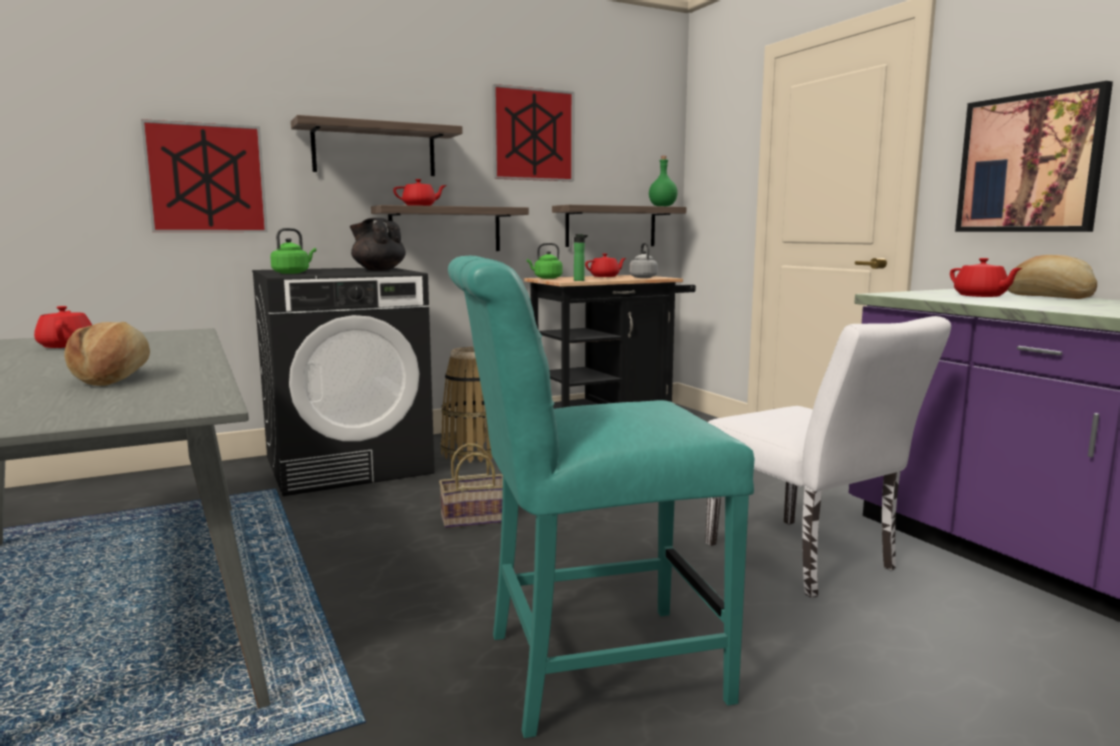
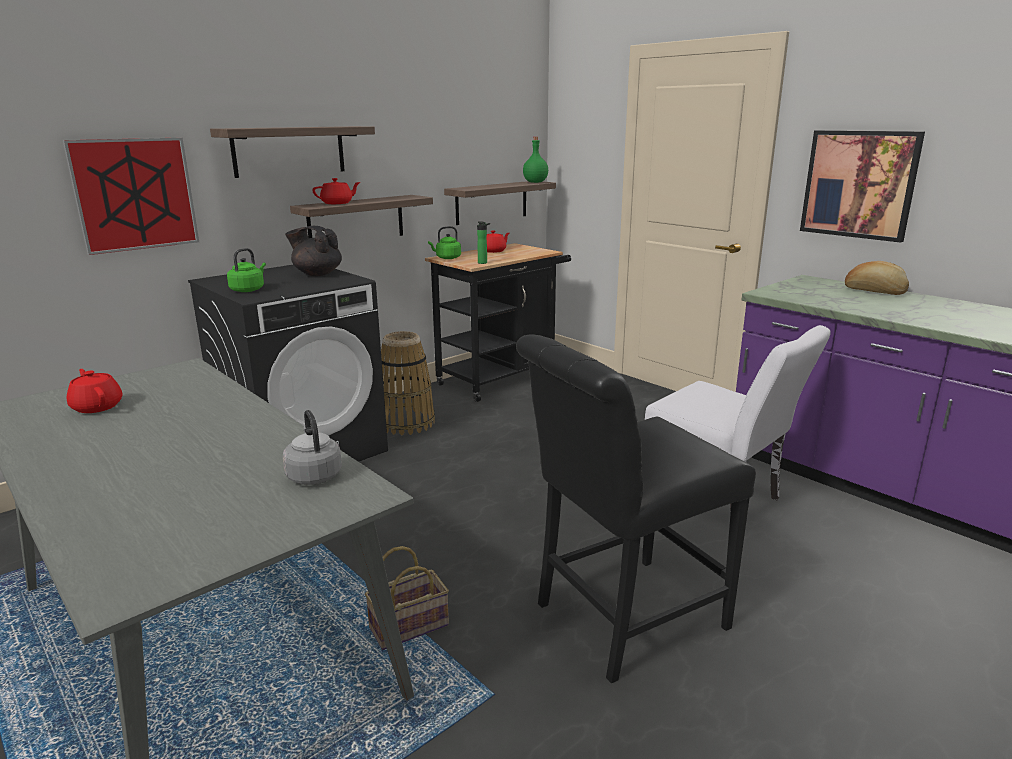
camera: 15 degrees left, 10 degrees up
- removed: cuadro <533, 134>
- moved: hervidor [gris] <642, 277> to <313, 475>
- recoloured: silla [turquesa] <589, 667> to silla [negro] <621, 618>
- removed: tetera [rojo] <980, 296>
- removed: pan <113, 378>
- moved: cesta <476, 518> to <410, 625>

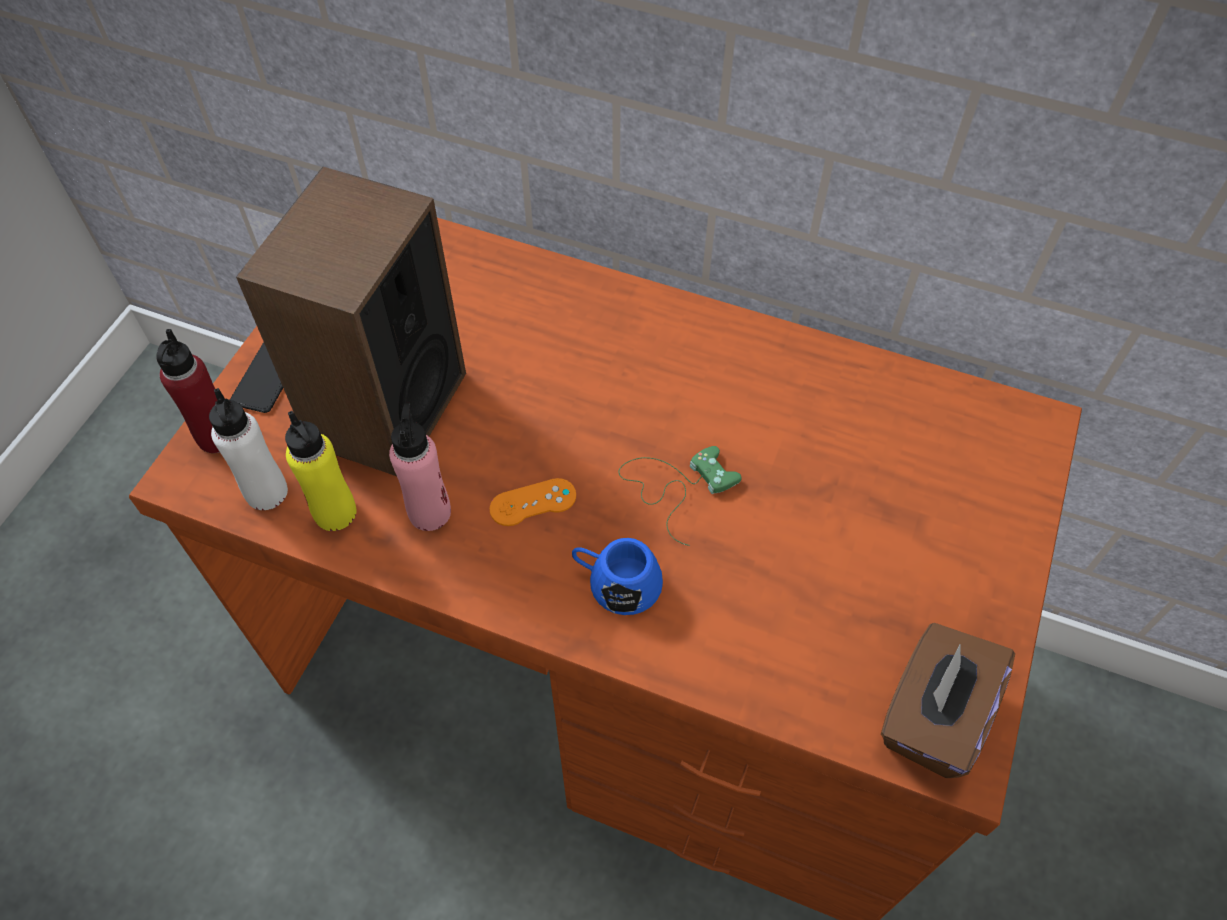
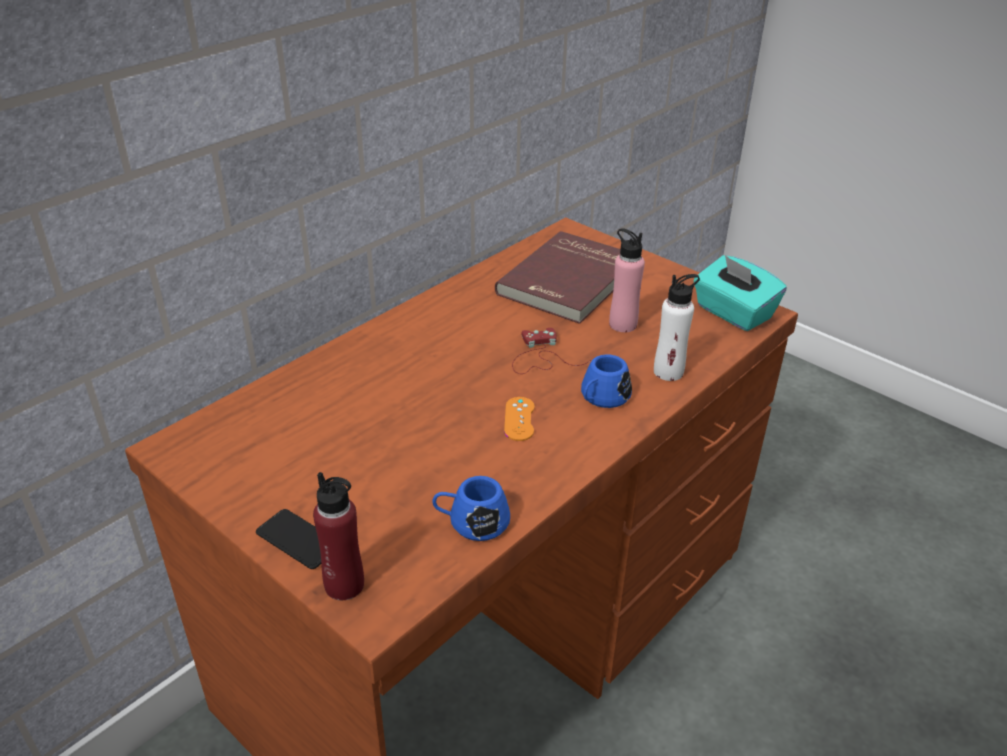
camera: 70 degrees left, 20 degrees down
- removed: altavoz <387, 408>
- moved: botella [blanco] <266, 492> to <668, 372>
- moved: botella [rosa] <430, 512> to <622, 324>
- replaced: botella [amarillo] <335, 513> to taza grande [azul] <471, 522>
- recoloured: mando de consola [verde] <676, 486> to mando de consola [rojo] <540, 356>
- recoloured: caja de pañuelos [marrón] <932, 716> to caja de pañuelos [turquesa] <733, 313>
- added: libro [rojo] <570, 281>

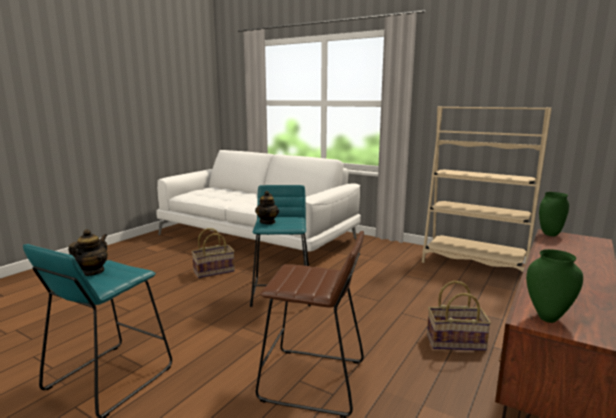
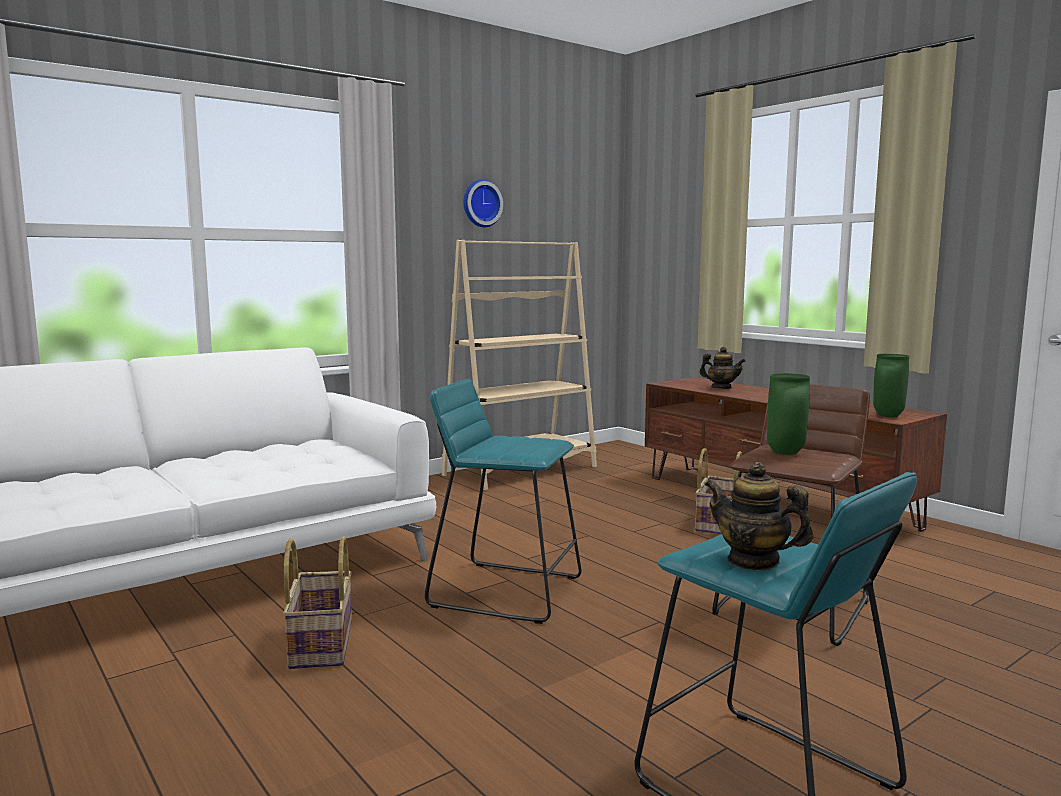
camera: 70 degrees left, 5 degrees down
- moved: tetera <267, 222> to <721, 388>
- moved: florero [verde] <549, 234> to <784, 452>
- added: reloj de pared <480, 203>

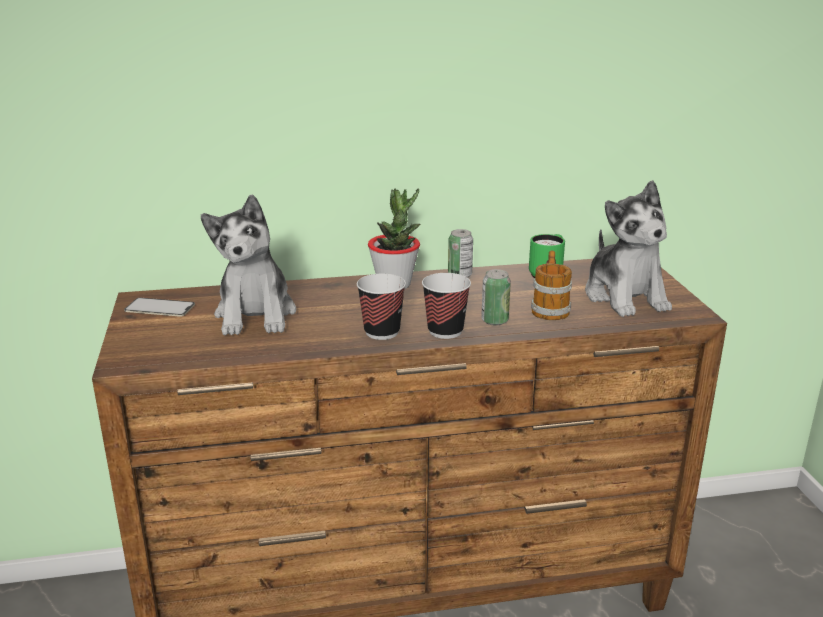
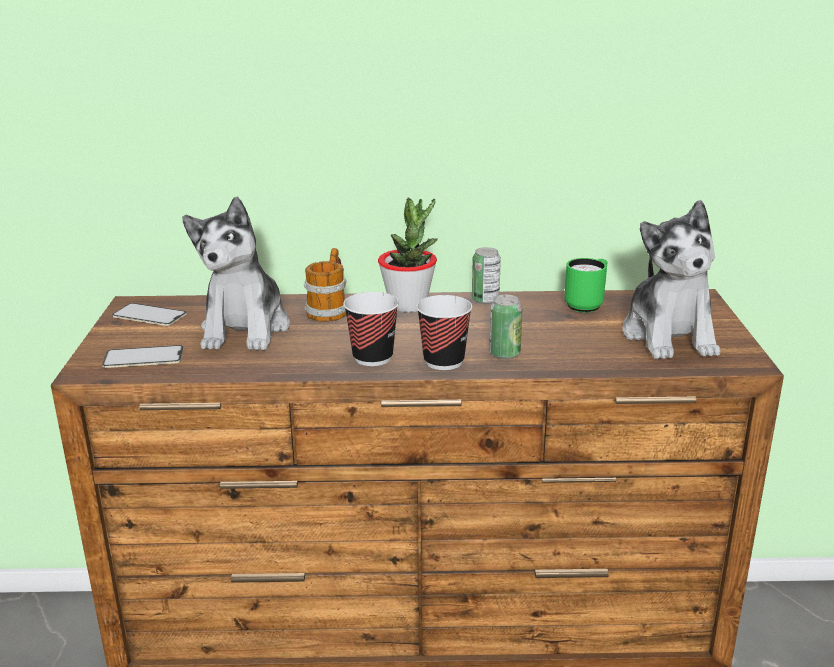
camera: 10 degrees right, 0 degrees up
- moved: taza grande <549, 308> to <330, 310>
- added: móvil <143, 357>

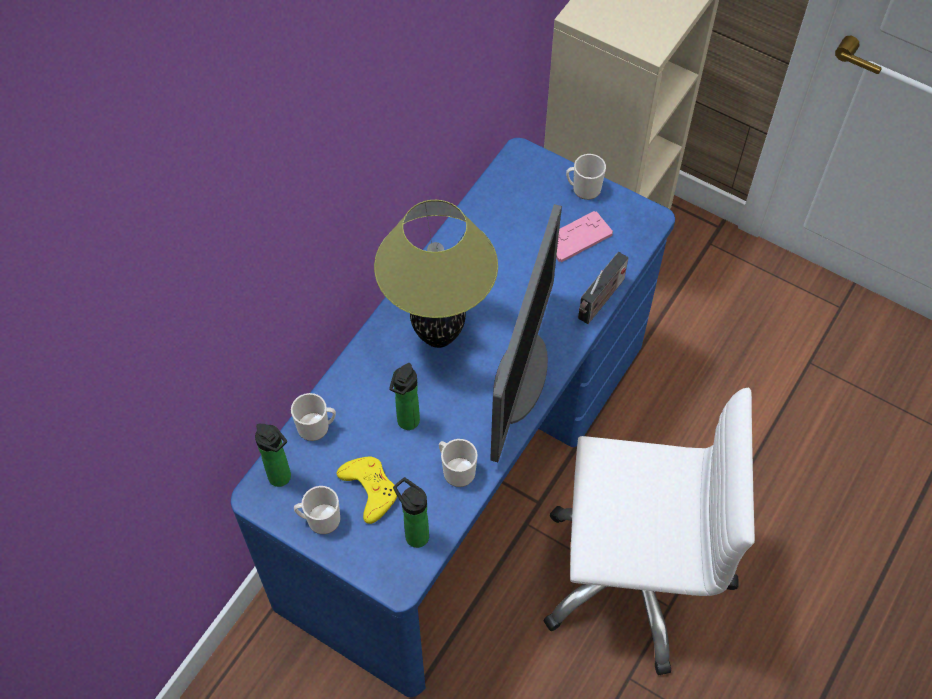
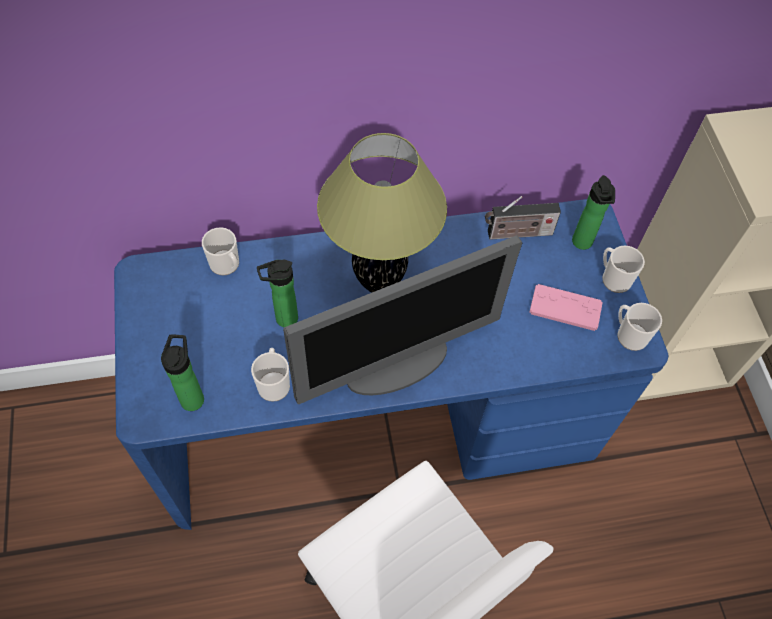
camera: 45 degrees right, 0 degrees up
- moved: radio <600, 301> to <516, 233>
- moved: botella <282, 479> to <582, 244>
- removed: mando de consola [amarillo] <369, 489>
- moved: taza grande <320, 519> to <629, 335>

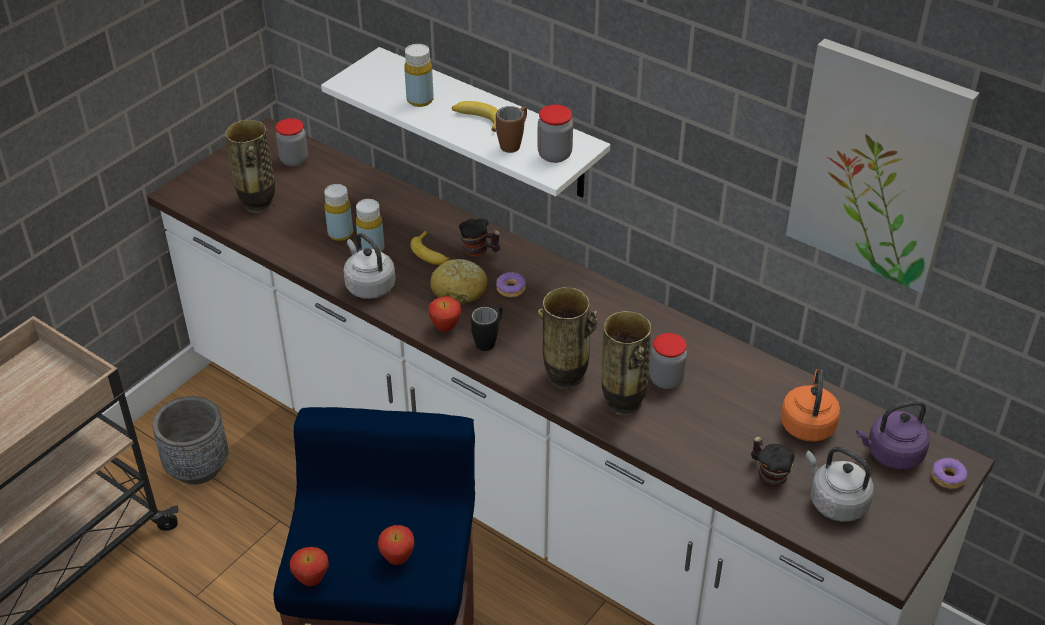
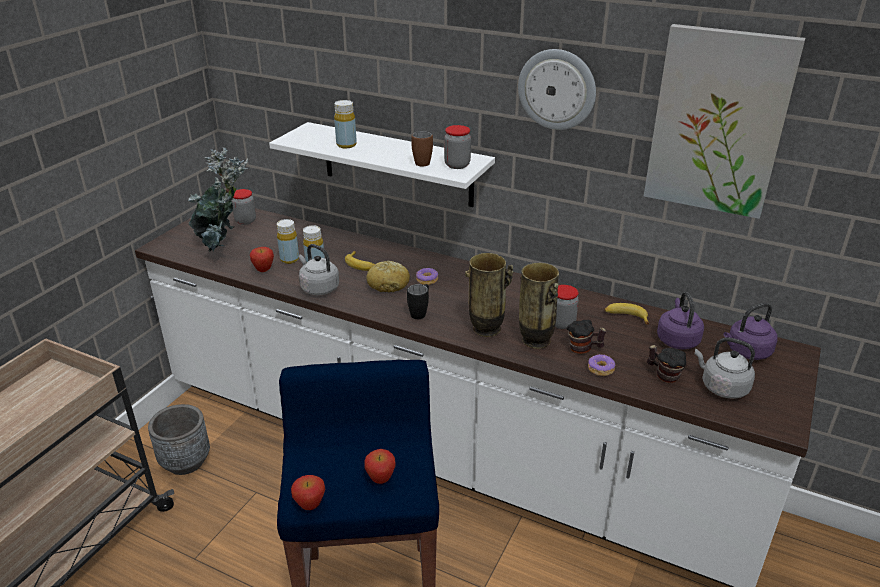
camera: 10 degrees left, 10 degrees down
- moved: plátano <477, 120> to <626, 317>
- replaced: florero <258, 204> to planta en maceta <222, 247>
- moved: taza grande <479, 251> to <584, 349>
- moved: manzana <445, 328> to <263, 270>
- recoloured: hervidor [naranja] <807, 423> to hervidor [morado] <677, 339>
- moved: rosquilla <947, 477> to <600, 369>
- added: reloj de pared <557, 89>

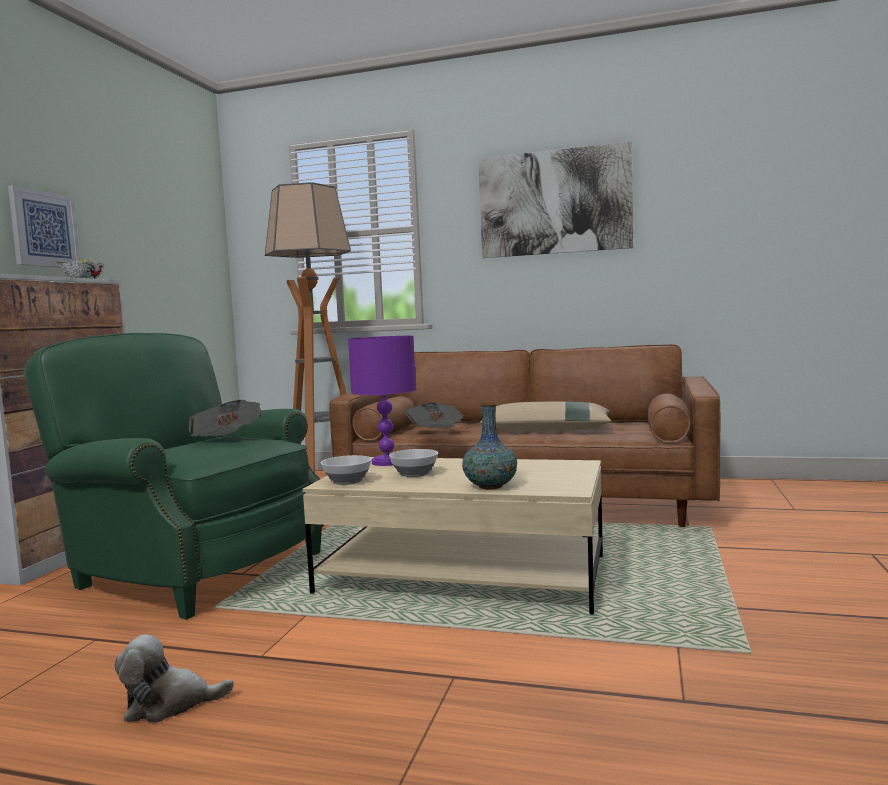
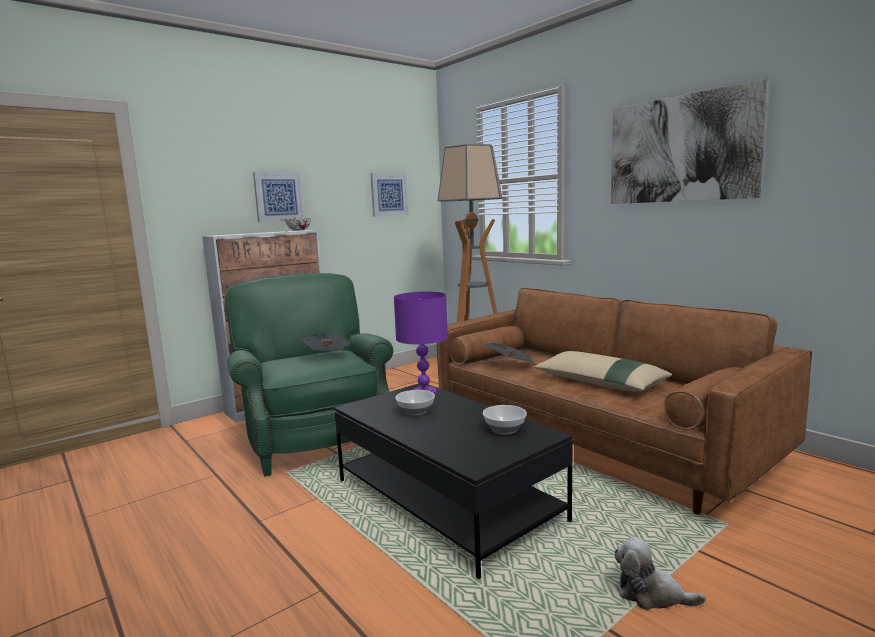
camera: 35 degrees right, 5 degrees up
- removed: florero <490, 486>
- moved: cuenco <346, 481> to <504, 429>
- recoloured: mesa de centro [beis] <463, 575> to mesa de centro [negro] <446, 500>
- moved: peluche <169, 704> to <651, 594>
- added: cuadro <389, 195>

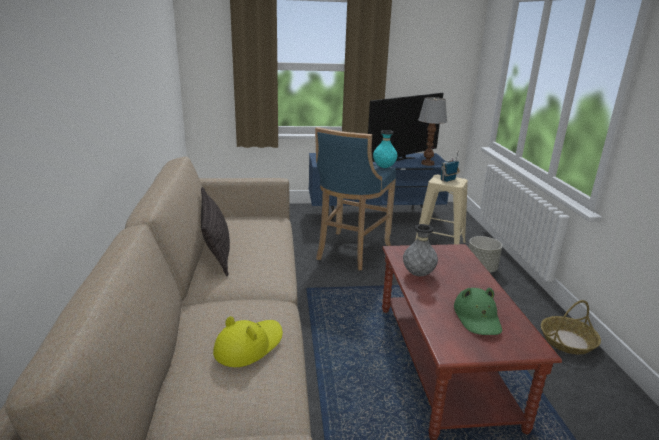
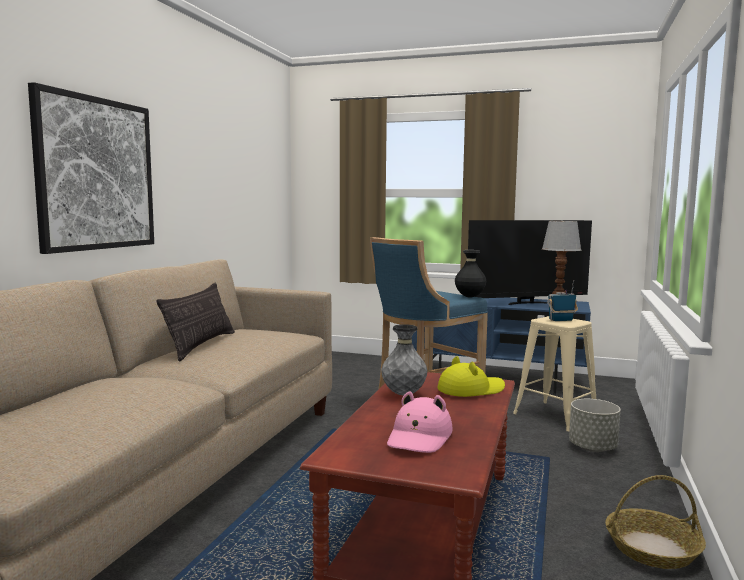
camera: 25 degrees right, 15 degrees down
- recoloured: florero [turquesa] <384, 167> to florero [negro] <469, 297>
- recoloured: sombrero [verde] <477, 318> to sombrero [rosa] <419, 437>
- moved: sombrero [amarillo] <249, 345> to <470, 390>
- added: cuadro <96, 174>

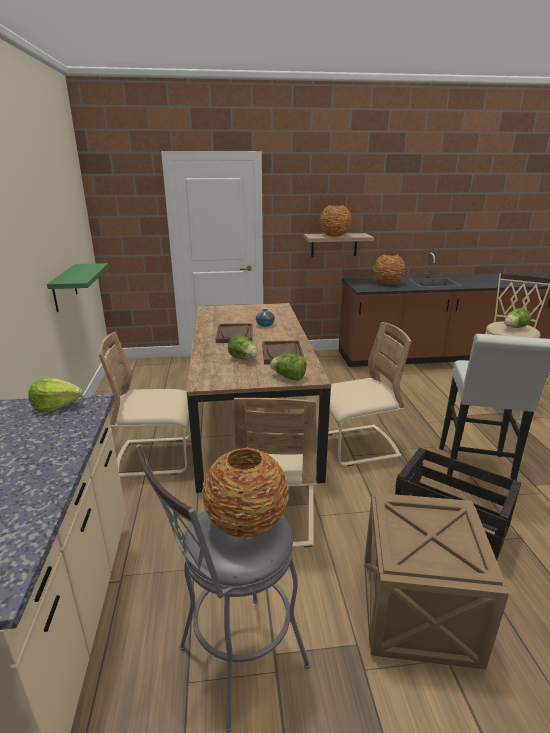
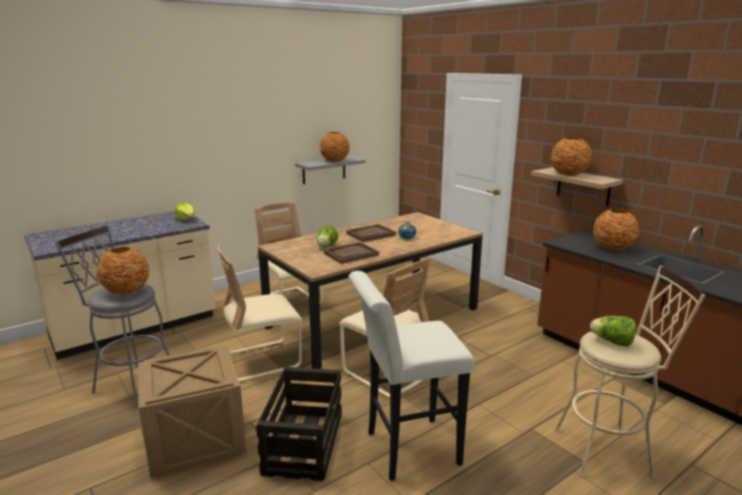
camera: 60 degrees right, 5 degrees down
- recoloured: estante [verde] <64, 287> to estante [gris] <324, 170>
- removed: lechuga <288, 377>
- added: florero <334, 160>

